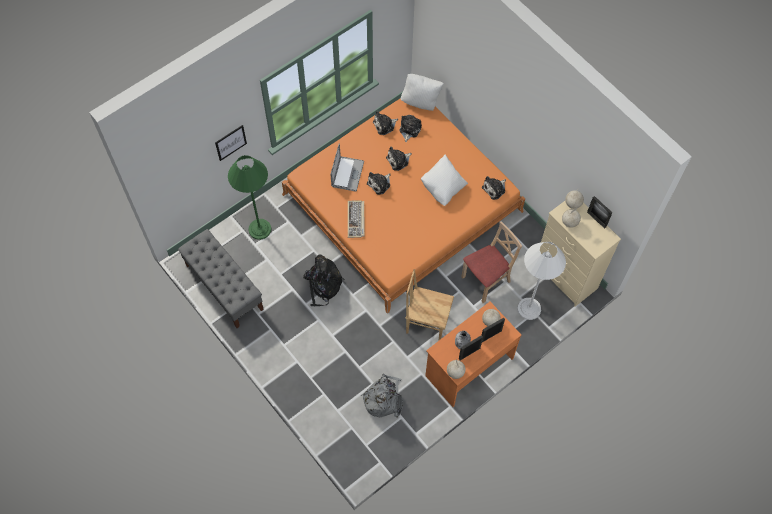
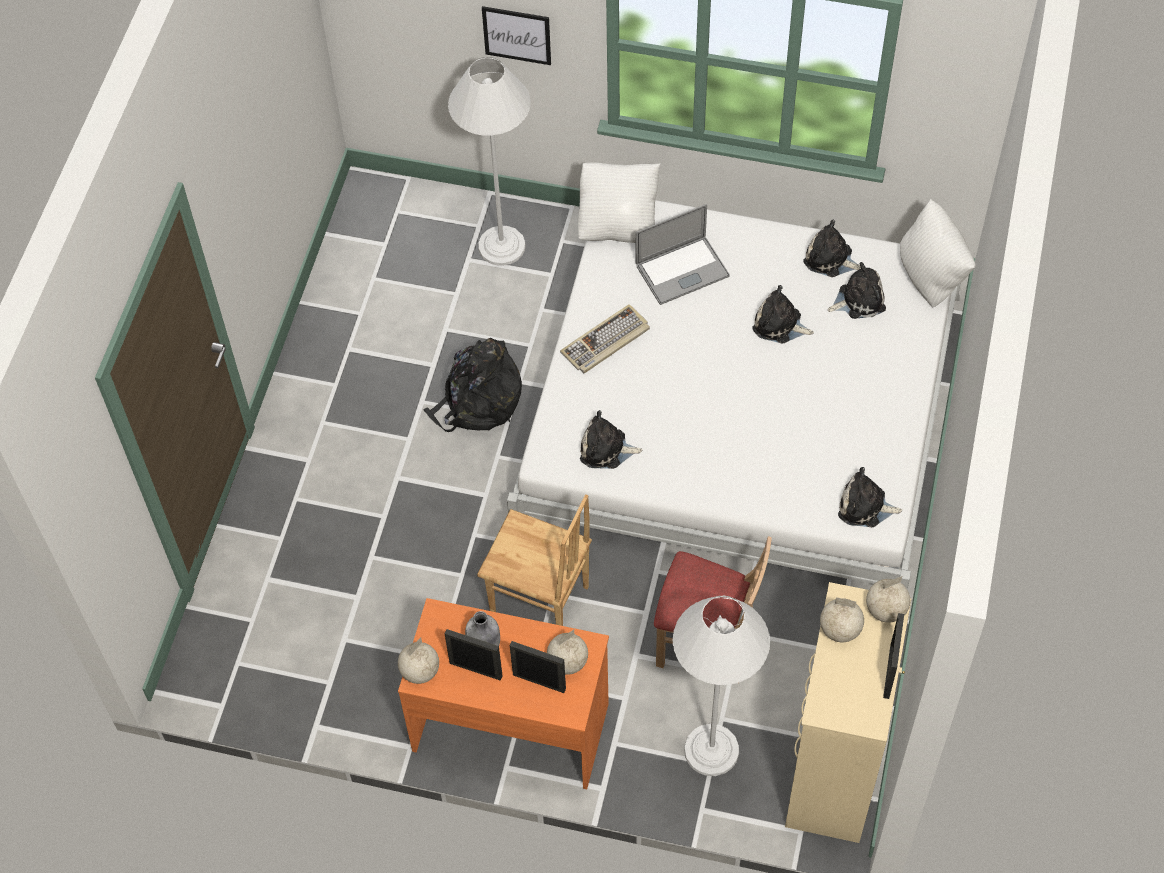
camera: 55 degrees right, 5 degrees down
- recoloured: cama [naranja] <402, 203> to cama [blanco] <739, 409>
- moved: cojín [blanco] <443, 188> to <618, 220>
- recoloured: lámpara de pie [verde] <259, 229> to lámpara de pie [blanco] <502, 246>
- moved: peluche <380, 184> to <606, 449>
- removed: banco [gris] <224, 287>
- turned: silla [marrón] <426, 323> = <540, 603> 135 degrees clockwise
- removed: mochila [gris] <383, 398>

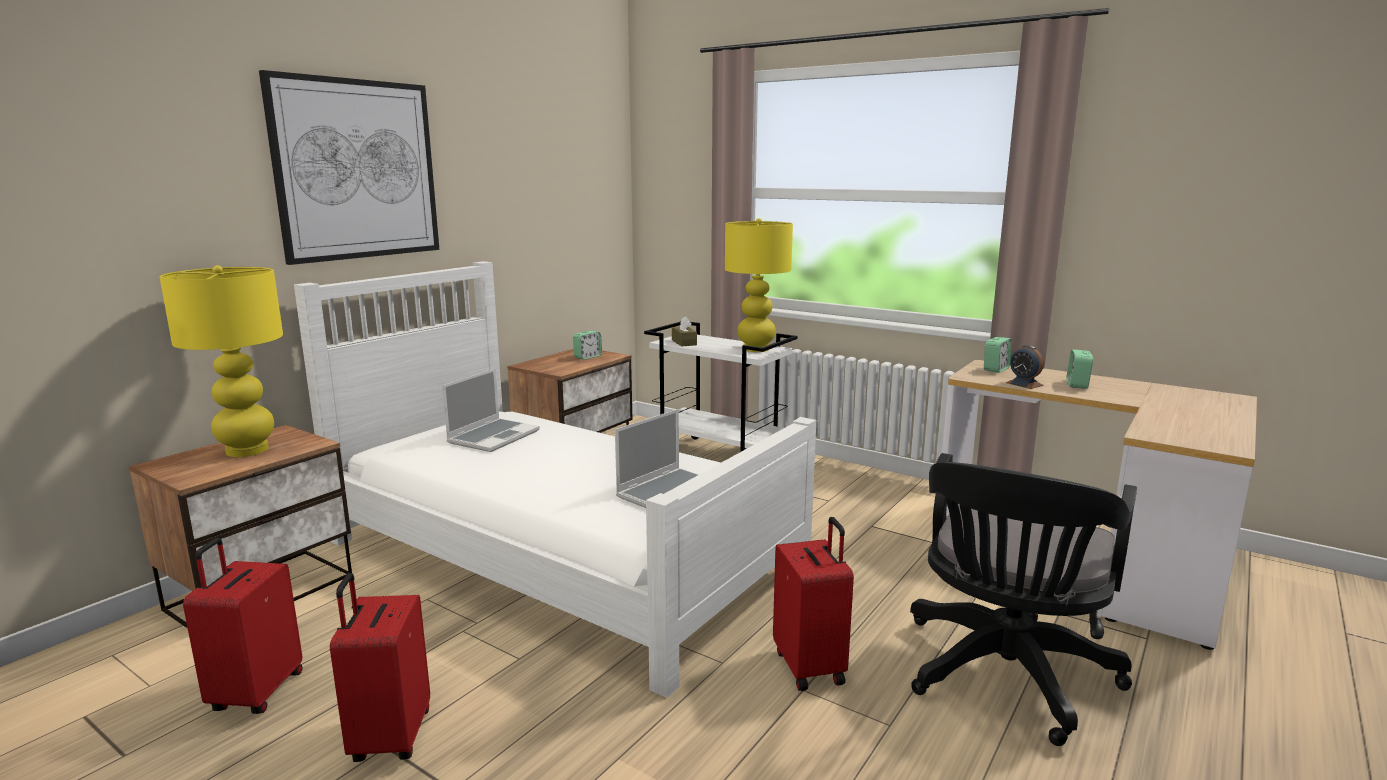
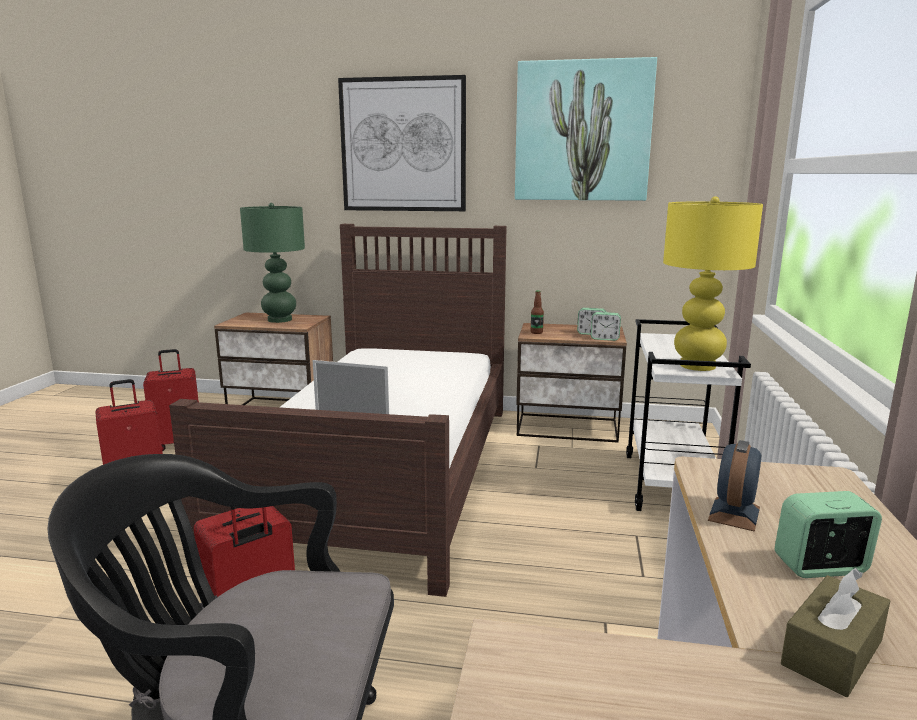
camera: 65 degrees right, 0 degrees up
- recoloured: cama [blanco] <558, 555> to cama [marrón] <385, 471>
- recoloured: lámpara de mesa [amarillo] <248, 450> to lámpara de mesa [verde] <280, 320>
- moved: caja de pañuelos [marrón] <684, 342> to <832, 652>
- moved: despertador <996, 369> to <605, 338>
- removed: portátil <493, 436>
- added: cuadro <582, 132>
- added: botella <536, 332>

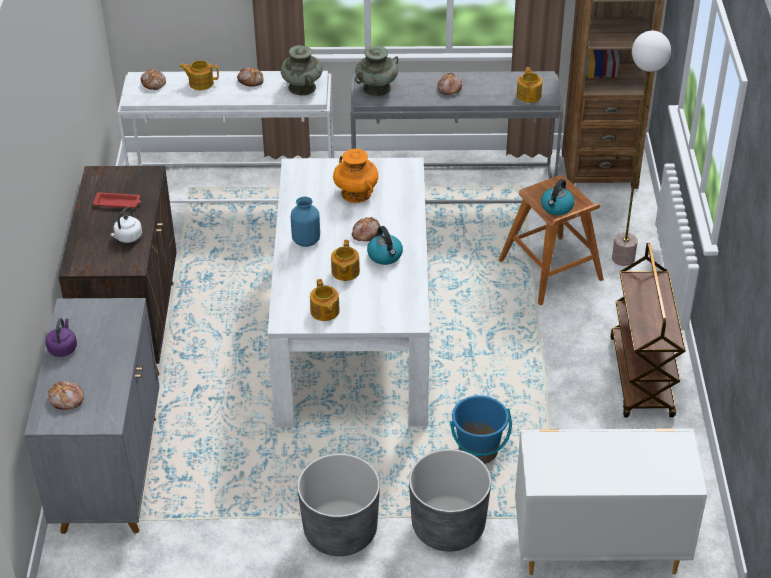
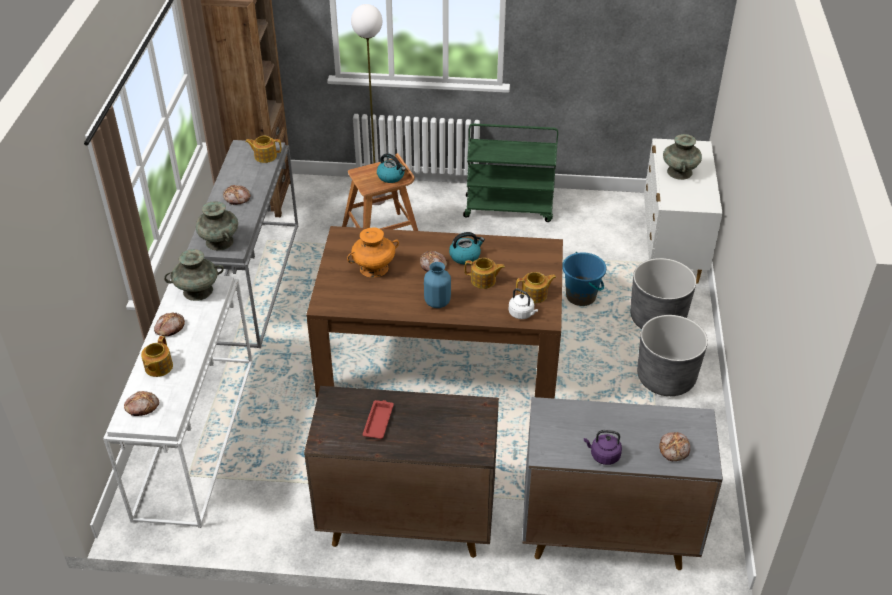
camera: 85 degrees left, 0 degrees up
- recoloured: mesa de comedor [blanco] <353, 333> to mesa de comedor [marrón] <439, 358>
- moved: hervidor [blanco] <127, 238> to <522, 314>
- recoloured: carrito [marrón] <642, 377> to carrito [verde] <509, 208>
- added: florero [turquesa] <679, 172>

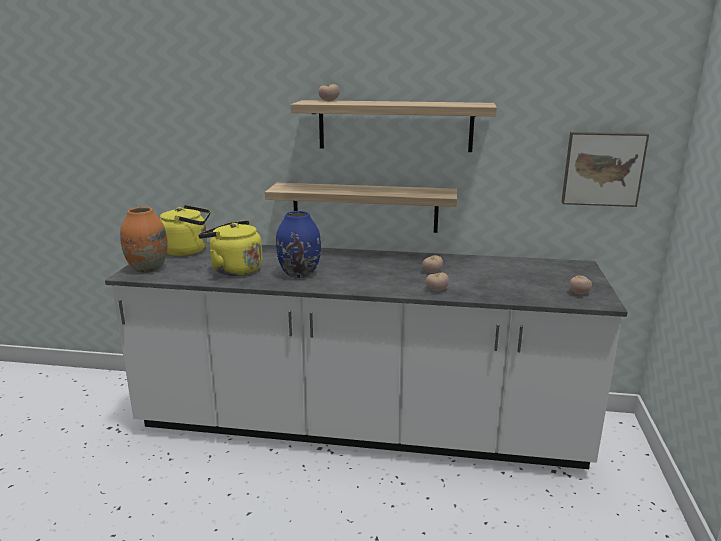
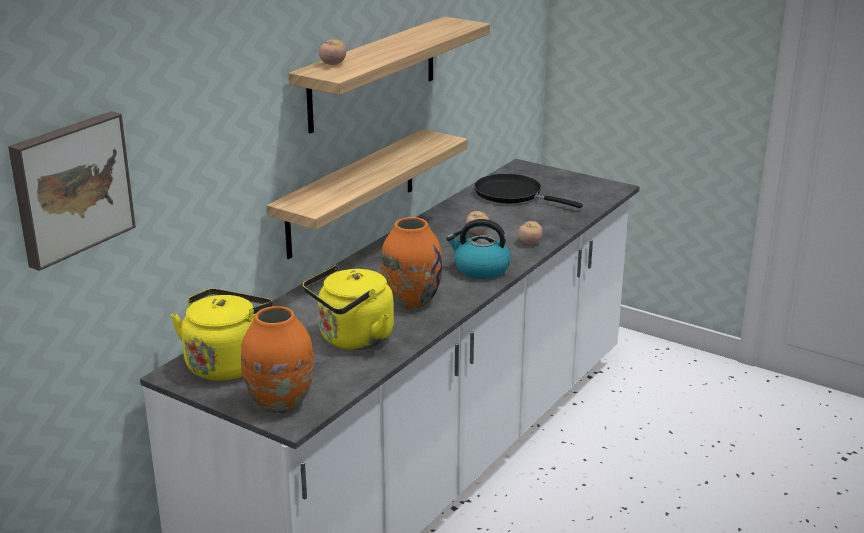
camera: 65 degrees left, 5 degrees up
- moved: cuadro <602, 168> to <70, 187>
- recoloured: florero [azul] <299, 273> to florero [naranja] <411, 301>
- removed: tomate <579, 293>
- added: sartén [negro] <512, 194>
- added: hervidor <480, 269>

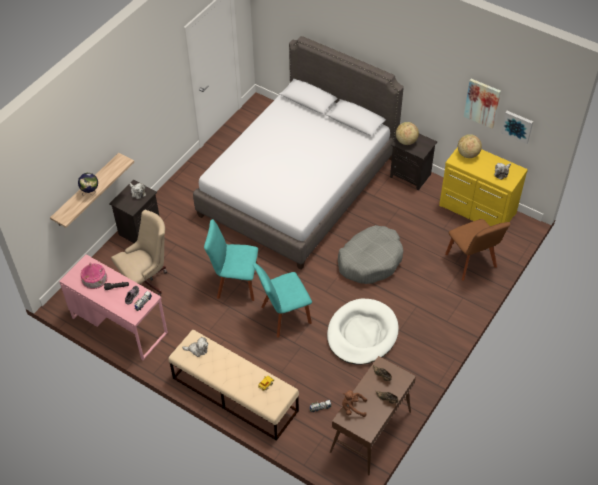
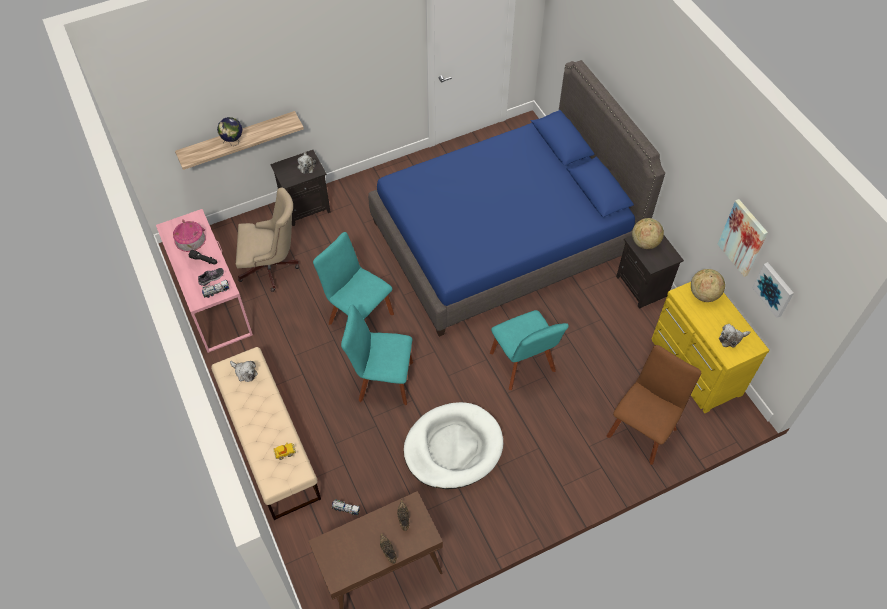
camera: 30 degrees right, 5 degrees up
- recoloured: cama [gris] <298, 186> to cama [azul] <503, 238>
- turned: silla [marrón] <472, 262> = <643, 429> 150 degrees counterclockwise
- replaced: cama para perro [gris] <370, 260> to silla [turquesa] <523, 365>
- removed: peluche [marrón] <352, 408>

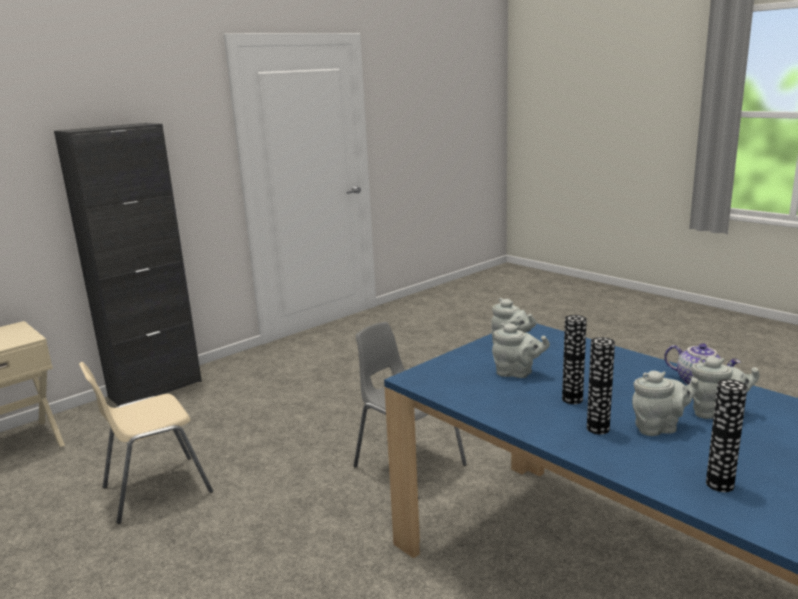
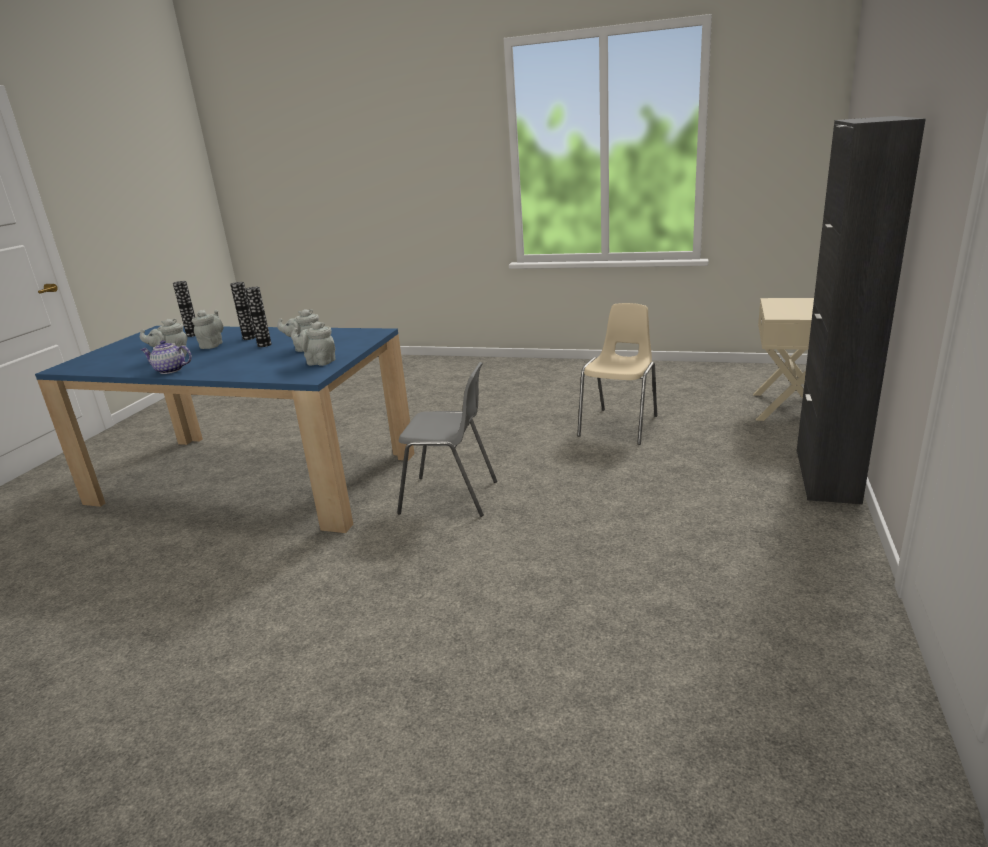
camera: 150 degrees right, 5 degrees up
- turned: tetera [gris] <659, 428> = <212, 345> 135 degrees clockwise

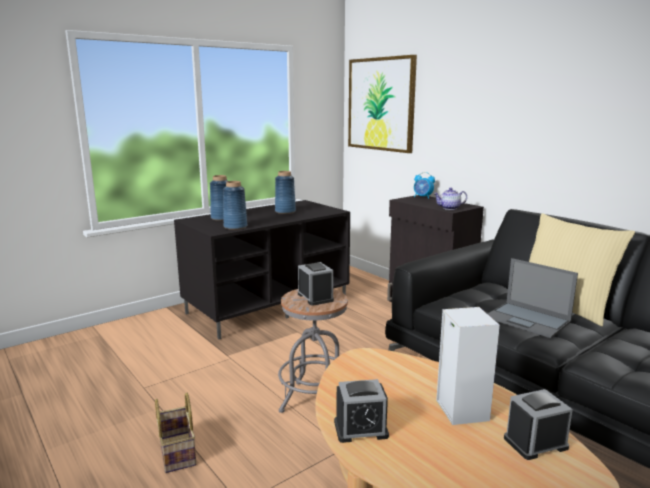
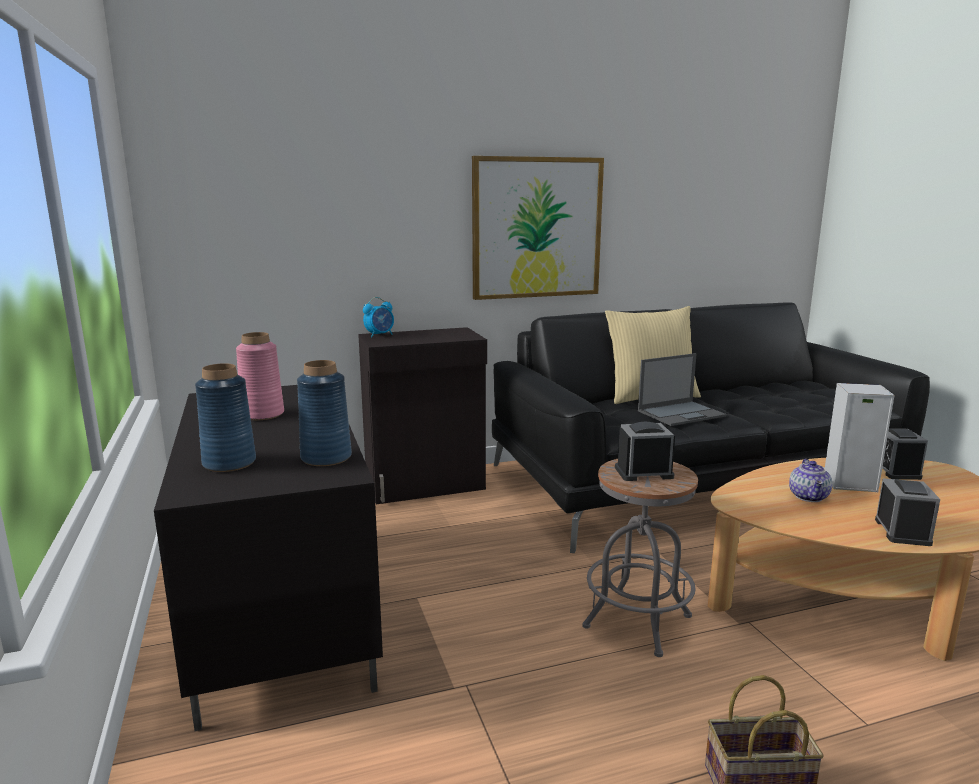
camera: 70 degrees left, 0 degrees up
- moved: cuadro <381, 104> to <537, 228>
- recoloured: florero [azul] <285, 211> to florero [rosa] <262, 414>
- moved: tetera <449, 208> to <809, 497>

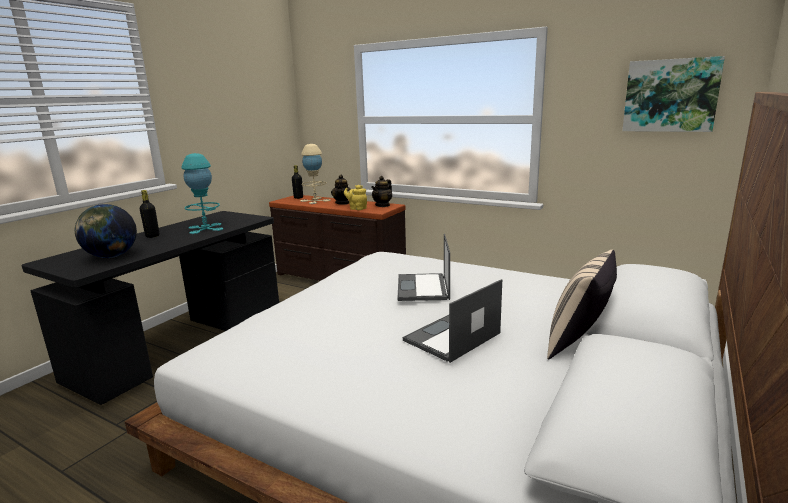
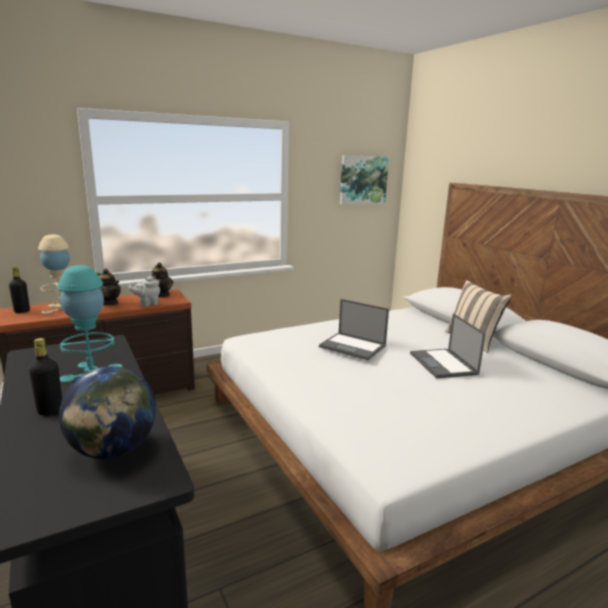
camera: 60 degrees left, 0 degrees up
- recoloured: tetera [amarillo] <357, 208> to tetera [gris] <147, 304>

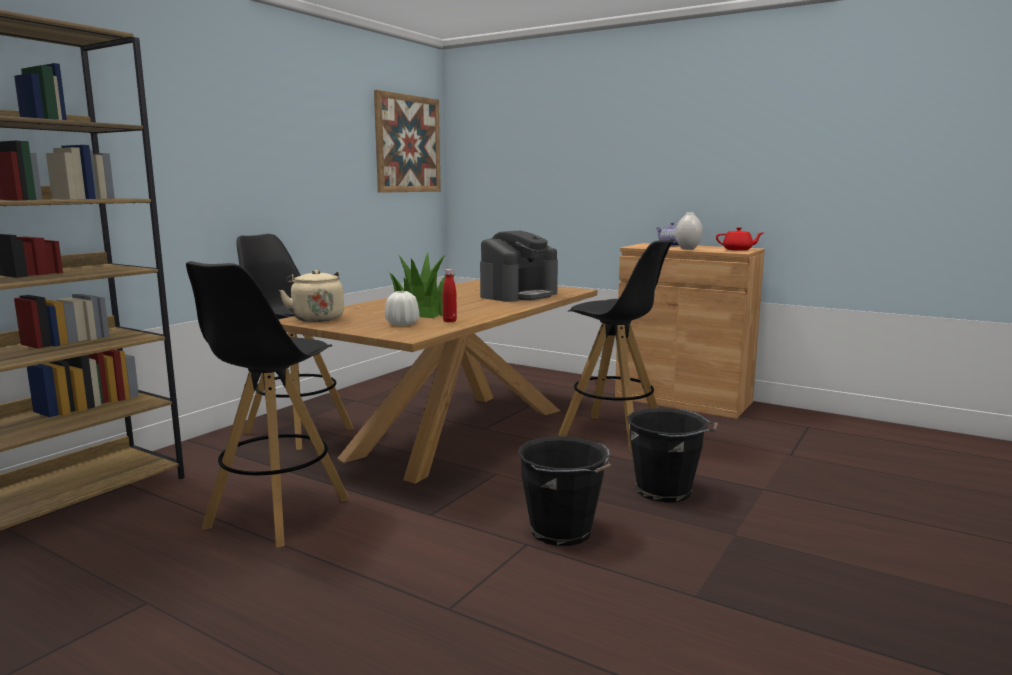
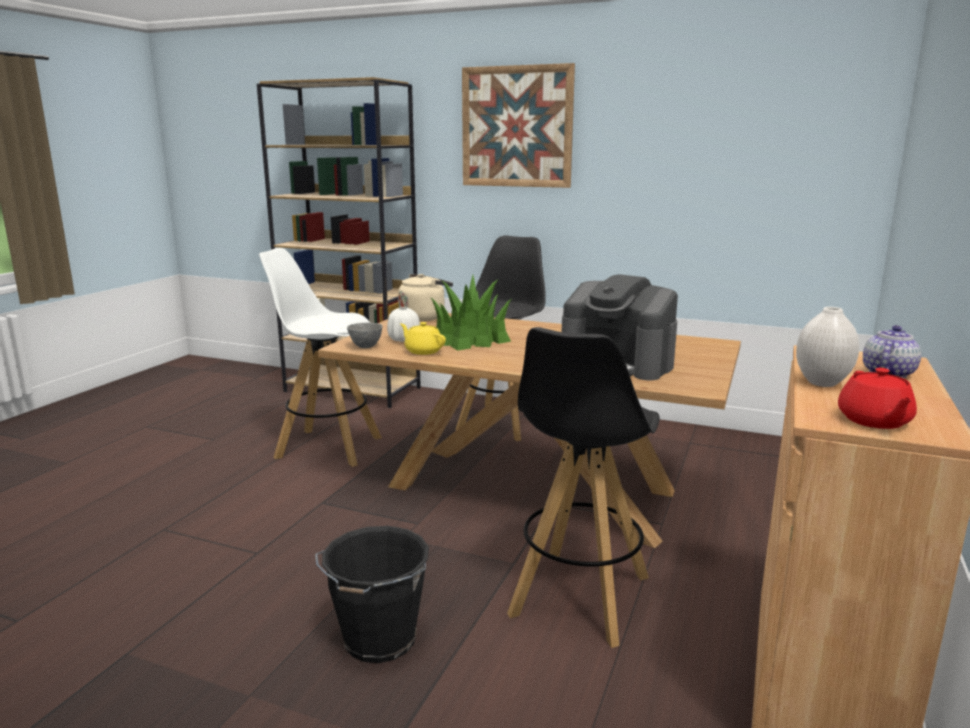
camera: 80 degrees right, 5 degrees up
- moved: cuadro <408, 144> to <516, 127>
- recoloured: taburete [negro] <277, 514> to taburete [blanco] <327, 447>
- replaced: botella [rojo] <449, 321> to tetera [amarillo] <423, 351>
- removed: cubo [negro] <563, 532>
- added: cuenco [gris] <365, 346>

